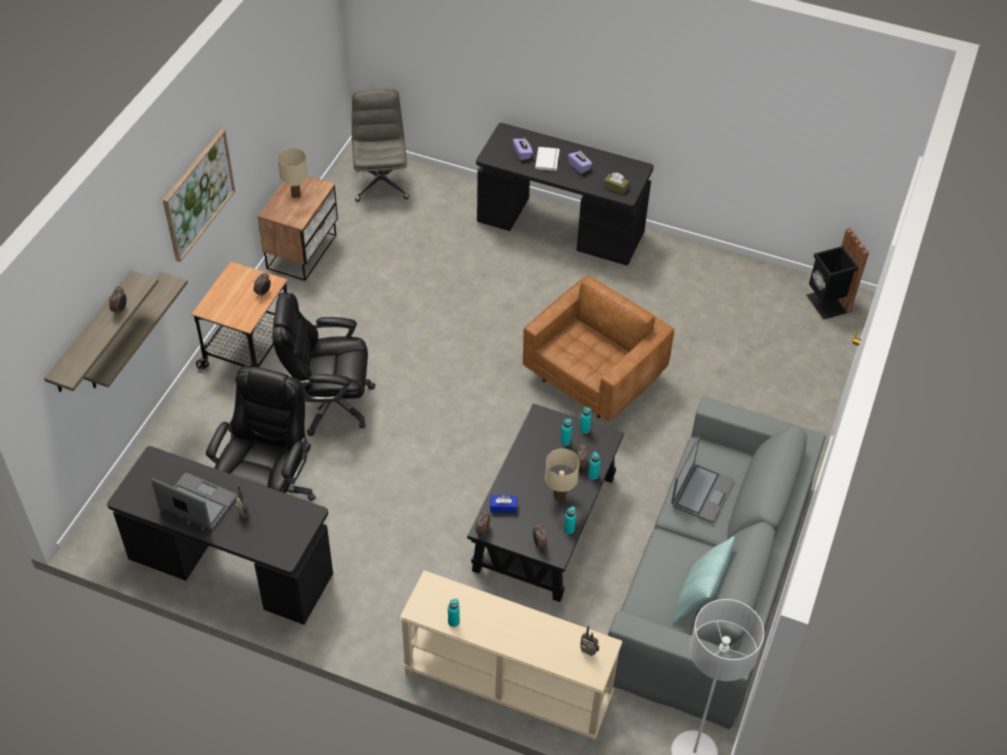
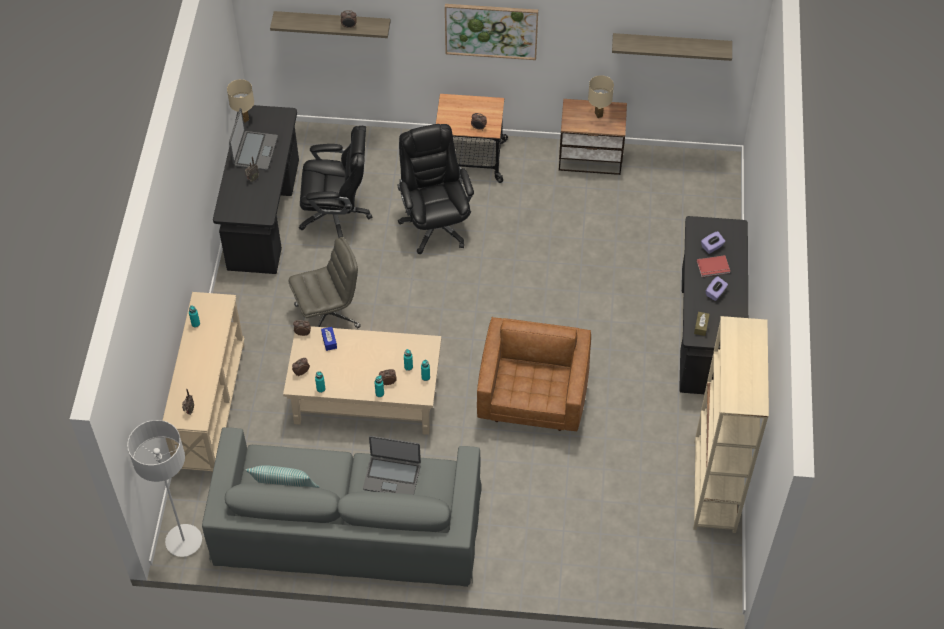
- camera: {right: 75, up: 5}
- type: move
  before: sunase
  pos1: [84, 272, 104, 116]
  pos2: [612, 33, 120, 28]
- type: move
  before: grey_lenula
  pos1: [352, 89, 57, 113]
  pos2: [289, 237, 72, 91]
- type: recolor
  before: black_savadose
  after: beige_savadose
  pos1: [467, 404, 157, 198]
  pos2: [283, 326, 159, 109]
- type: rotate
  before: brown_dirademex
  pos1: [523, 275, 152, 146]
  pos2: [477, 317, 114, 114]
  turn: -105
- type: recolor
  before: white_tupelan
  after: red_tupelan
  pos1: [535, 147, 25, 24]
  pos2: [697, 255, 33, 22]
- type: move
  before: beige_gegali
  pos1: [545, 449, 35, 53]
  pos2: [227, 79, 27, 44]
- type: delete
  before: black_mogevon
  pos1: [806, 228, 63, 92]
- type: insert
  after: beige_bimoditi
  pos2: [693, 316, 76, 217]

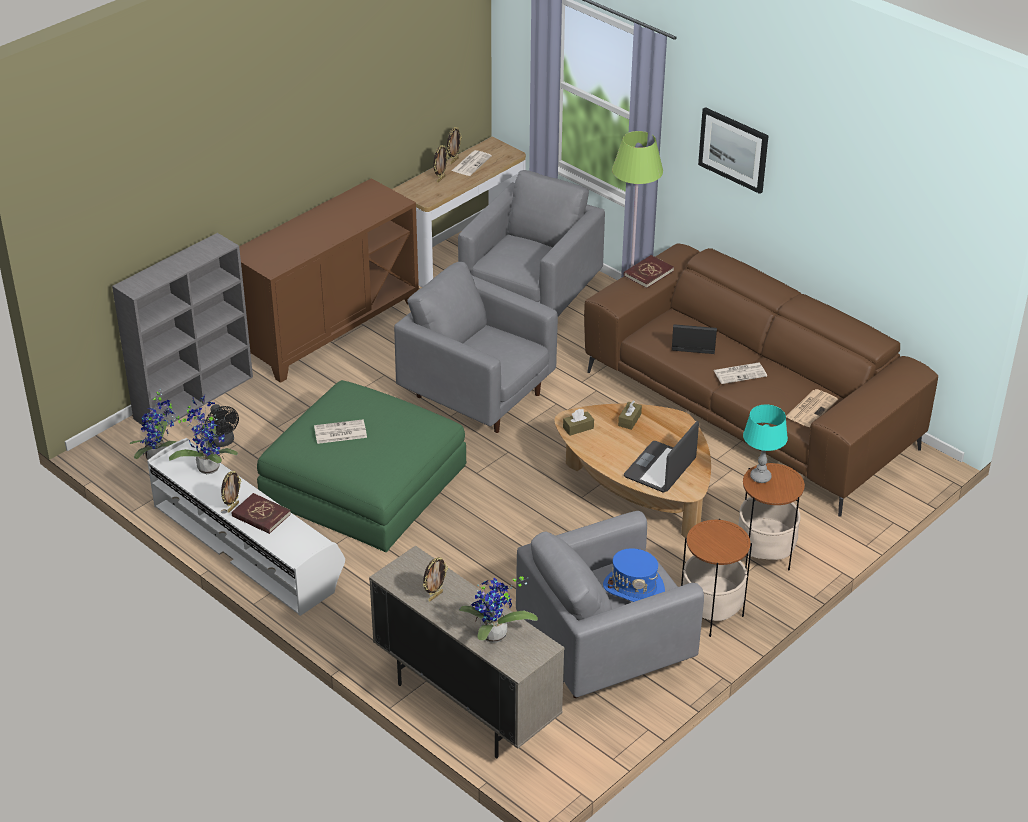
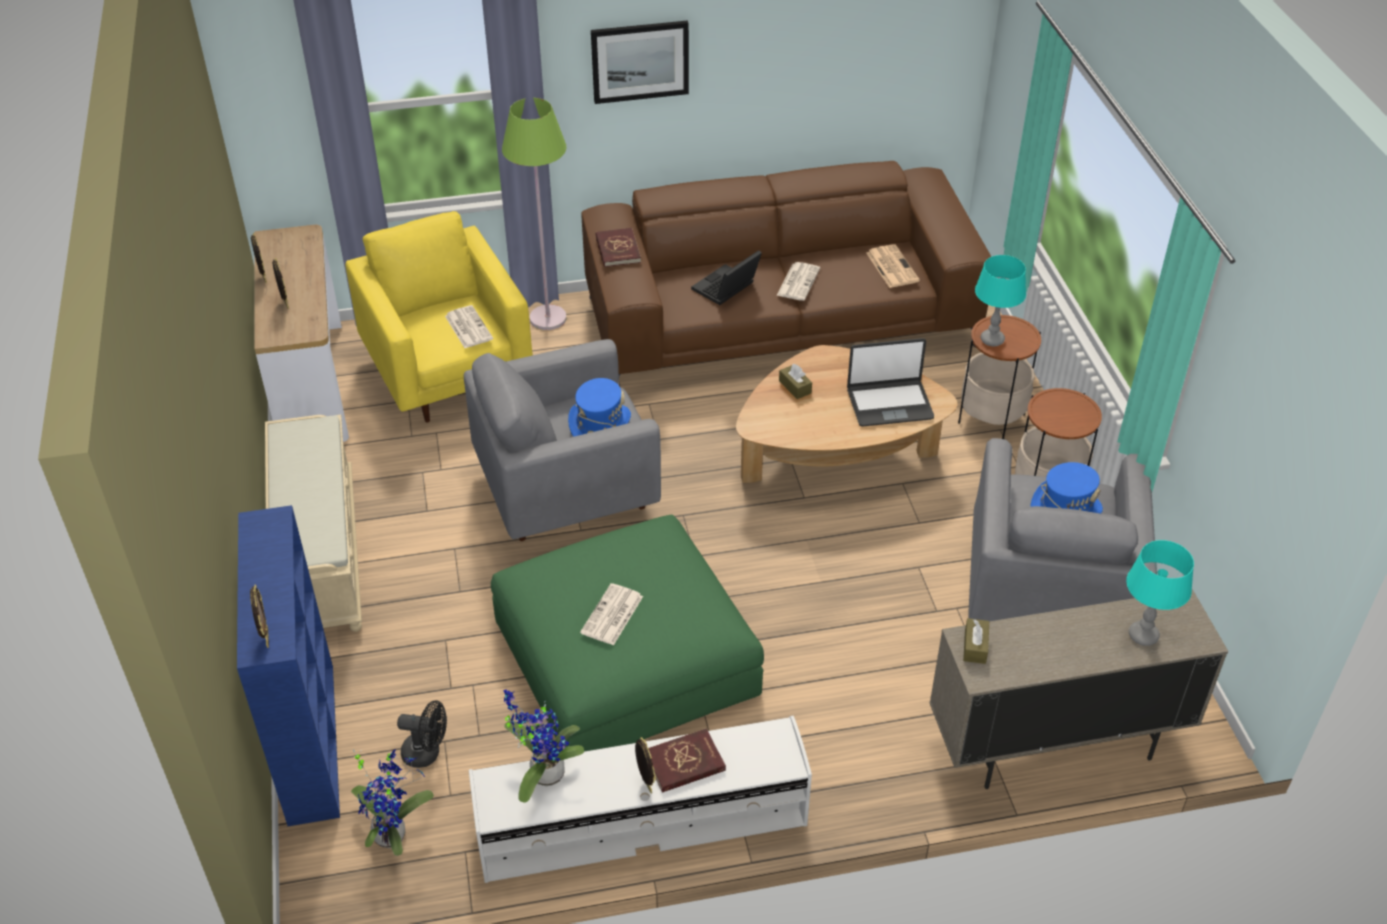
- camera: {right: -55, up: 5}
- type: recolor
  before: grey_bimoditi
  after: blue_bimoditi
  pos1: [112, 233, 141, 196]
  pos2: [237, 505, 103, 321]
- type: replace
  before: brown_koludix
  after: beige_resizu
  pos1: [239, 178, 180, 205]
  pos2: [265, 415, 97, 217]
- type: move
  before: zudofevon
  pos1: [423, 557, 25, 45]
  pos2: [250, 585, 19, 63]
- type: move
  before: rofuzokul
  pos1: [452, 150, 40, 26]
  pos2: [445, 305, 48, 43]
- type: recolor
  before: grey_dirademex
  after: yellow_dirademex
  pos1: [458, 170, 147, 146]
  pos2: [345, 211, 188, 211]
- type: replace
  before: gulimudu
  after: turquoise_gegali
  pos1: [459, 576, 79, 67]
  pos2: [1126, 540, 68, 106]
- type: move
  before: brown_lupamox
  pos1: [563, 409, 31, 27]
  pos2: [963, 618, 26, 46]
- type: rotate
  before: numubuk
  pos1: [624, 421, 75, 71]
  pos2: [847, 338, 87, 89]
  turn: -75
- type: insert
  after: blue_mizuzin
  pos2: [568, 378, 63, 59]

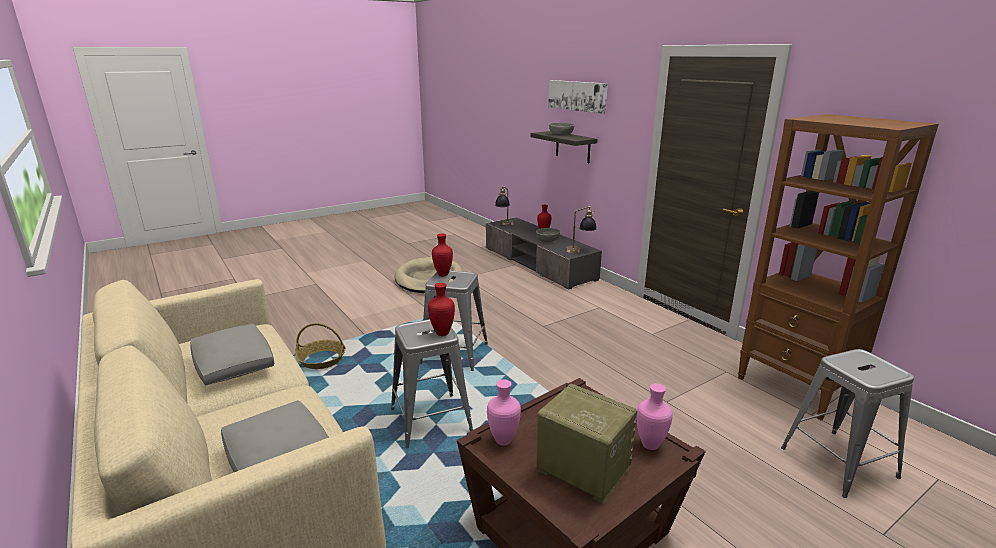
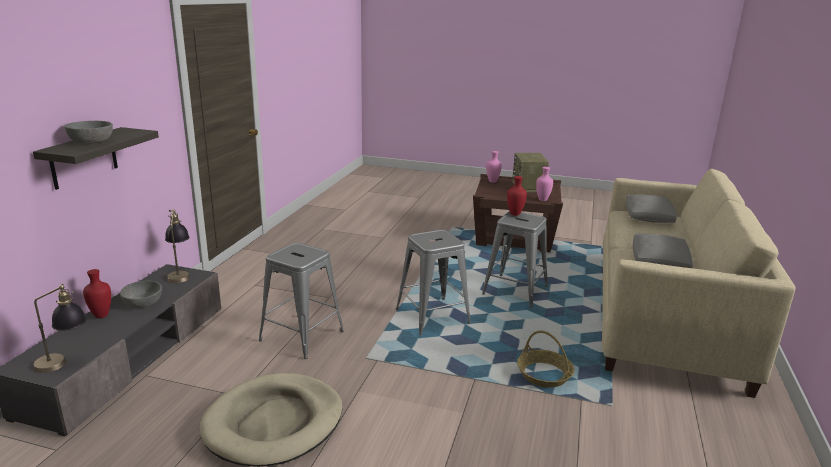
- camera: {right: -130, up: 0}
- type: delete
  before: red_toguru
  pos1: [432, 234, 21, 42]
- type: delete
  before: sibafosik
  pos1: [548, 80, 60, 34]
- type: delete
  before: brown_bimoditi
  pos1: [738, 114, 201, 306]
- type: move
  before: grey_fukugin
  pos1: [781, 349, 133, 149]
  pos2: [259, 242, 85, 117]

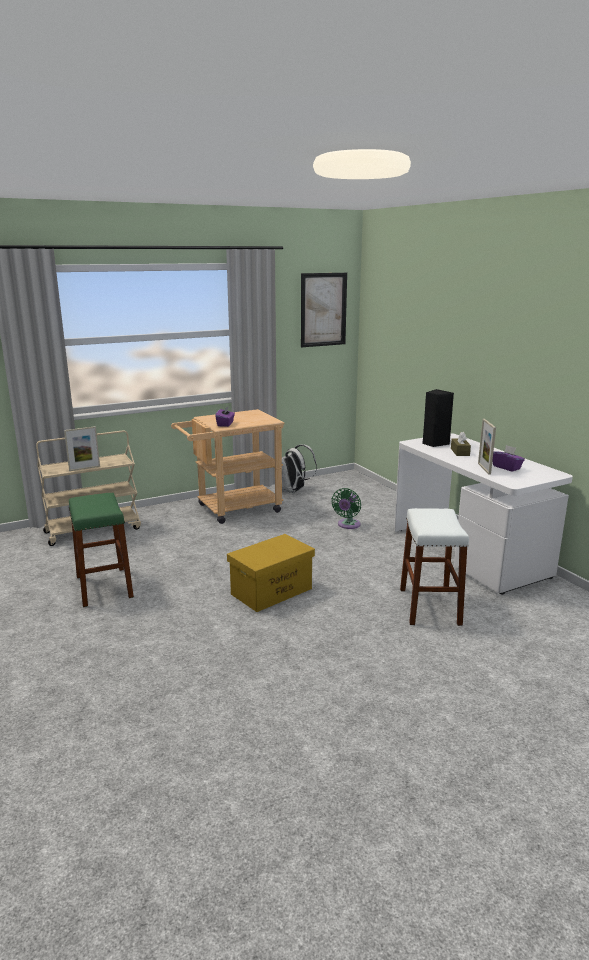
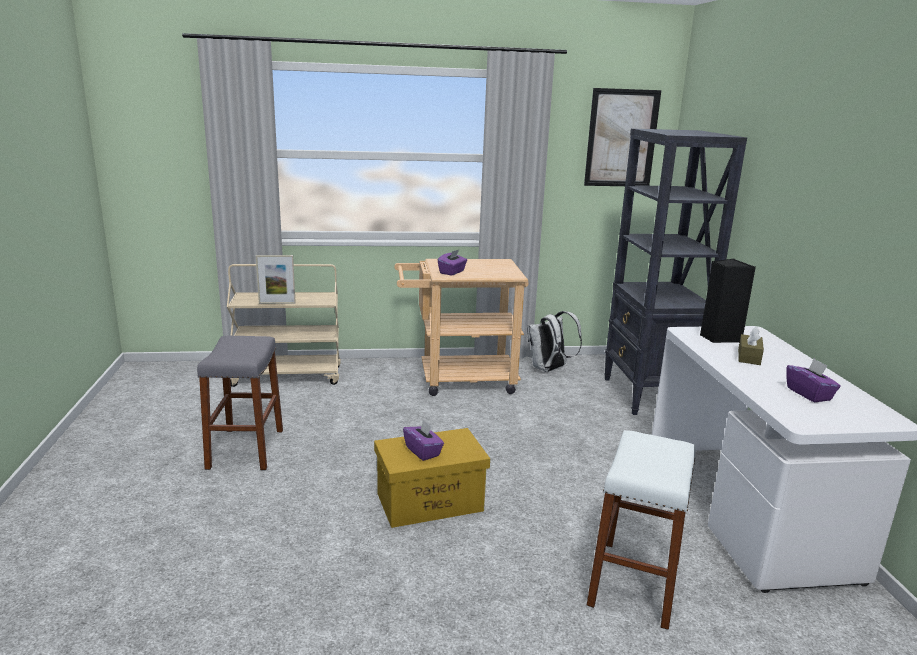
- camera: {right: 20, up: 0}
- type: recolor
  before: green_fukugin
  after: grey_fukugin
  pos1: [69, 493, 65, 114]
  pos2: [197, 336, 86, 134]
- type: delete
  before: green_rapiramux
  pos1: [331, 488, 30, 41]
- type: delete
  before: zudofevon
  pos1: [478, 419, 18, 56]
- type: insert
  after: purple_lupamox
  pos2: [403, 420, 41, 41]
- type: insert
  after: black_bimoditi
  pos2: [604, 128, 143, 287]

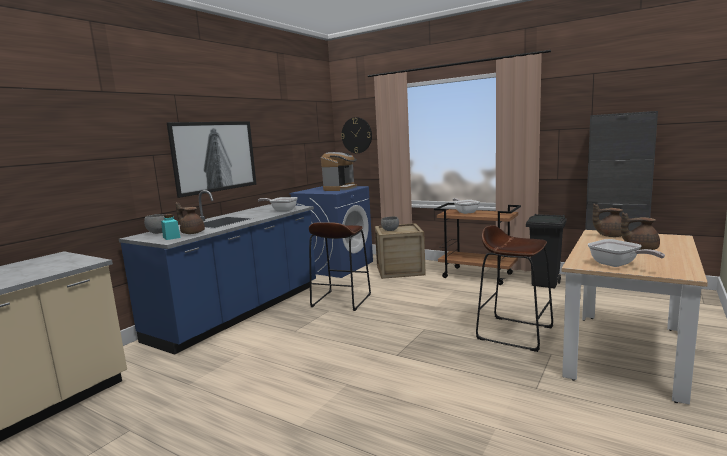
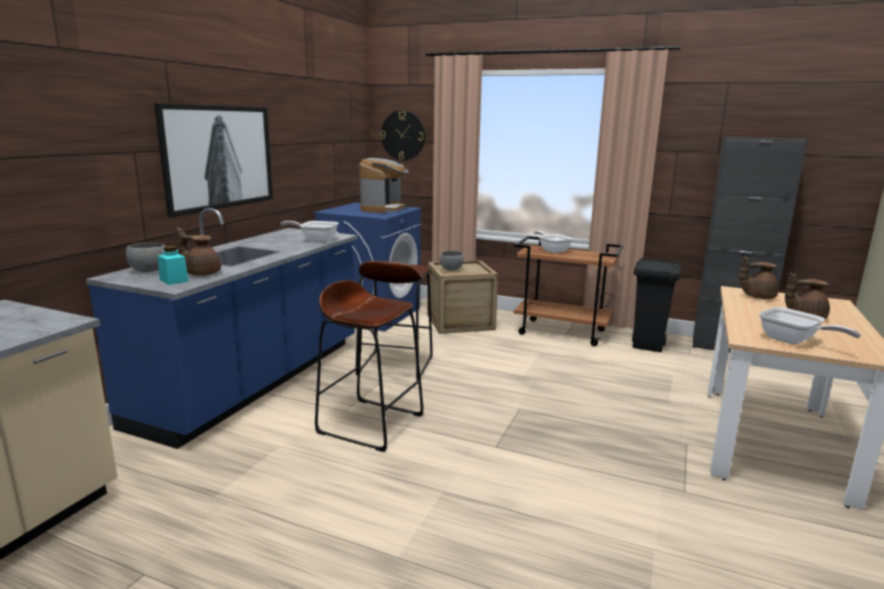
- camera: {right: -10, up: 5}
- type: move
  before: brown_fukugin
  pos1: [476, 226, 77, 126]
  pos2: [315, 280, 108, 172]

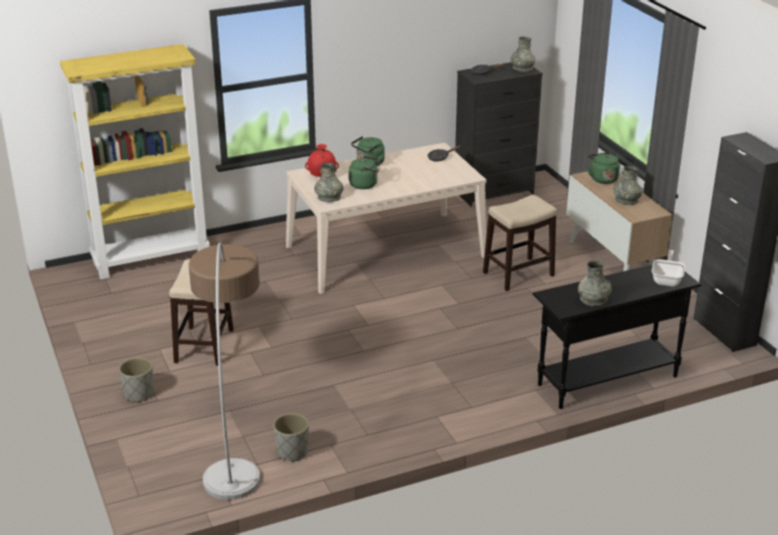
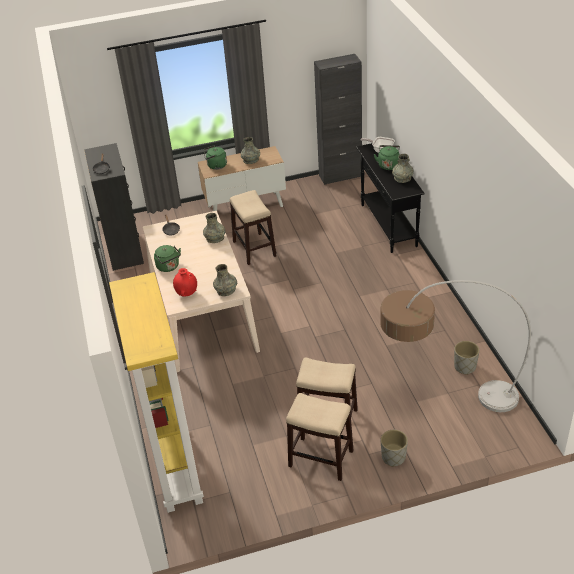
- camera: {right: -80, up: 10}
- type: move
  before: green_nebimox
  pos1: [349, 156, 31, 33]
  pos2: [373, 145, 27, 25]
- type: move
  before: grey_toguru
  pos1: [510, 36, 25, 36]
  pos2: [203, 213, 23, 30]
- type: insert
  after: fukugin
  pos2: [286, 393, 68, 88]

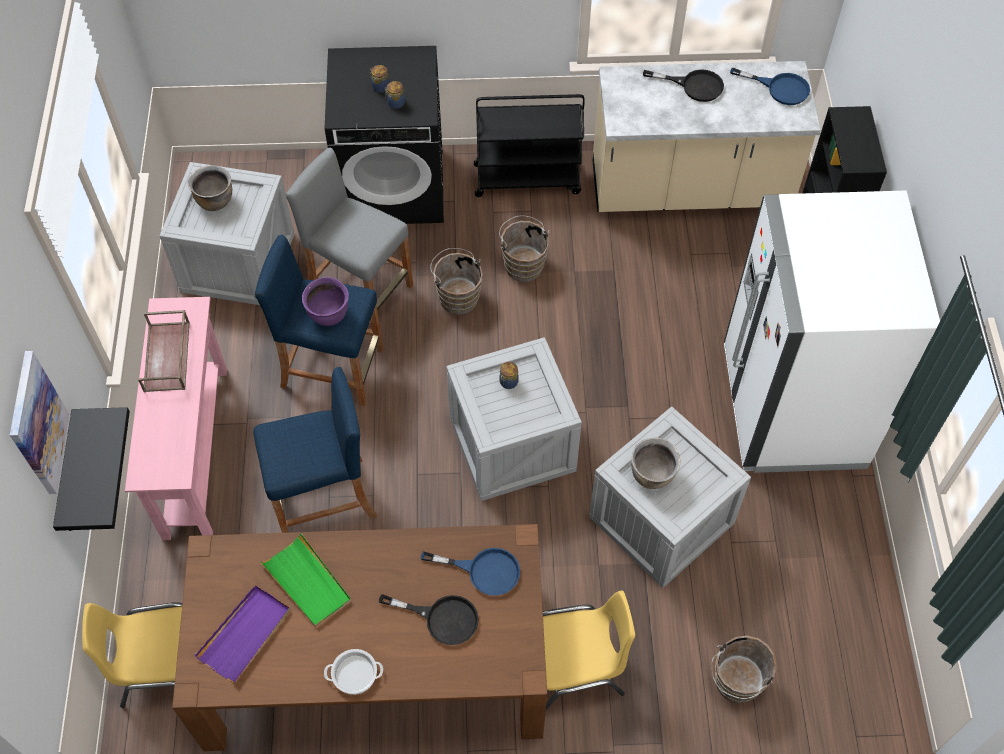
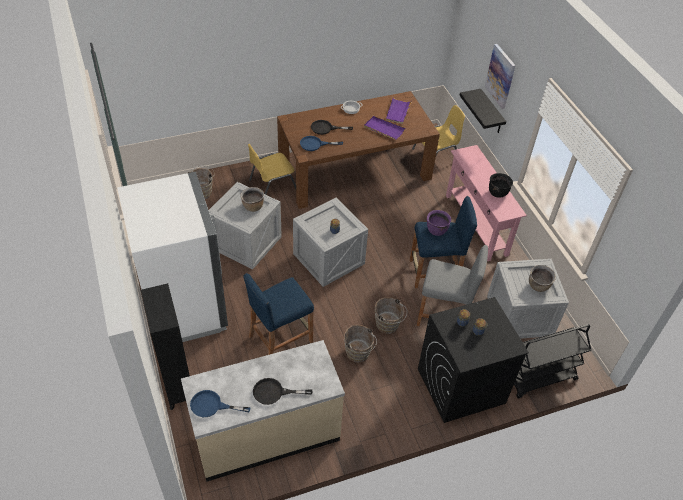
- camera: {right: 160, up: -10}
- type: replace
  before: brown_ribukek
  after: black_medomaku
  pos1: [138, 310, 52, 82]
  pos2: [489, 173, 24, 25]
- type: move
  before: blue_fukugin
  pos1: [253, 367, 124, 166]
  pos2: [244, 273, 70, 82]
- type: recolor
  before: green_ribukek
  after: purple_ribukek
  pos1: [260, 533, 91, 94]
  pos2: [364, 116, 41, 24]
- type: move
  before: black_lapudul
  pos1: [474, 94, 111, 103]
  pos2: [514, 324, 77, 75]

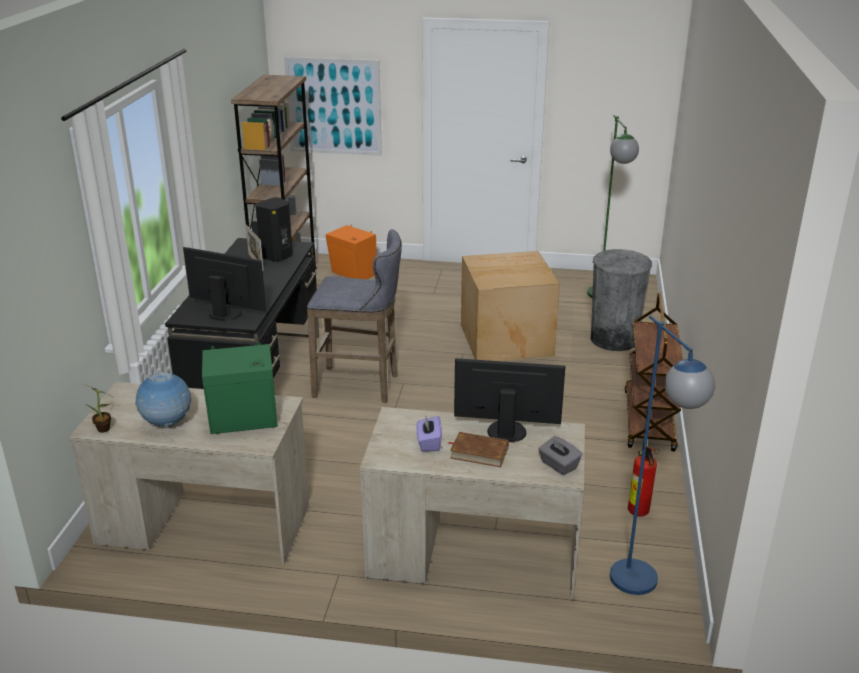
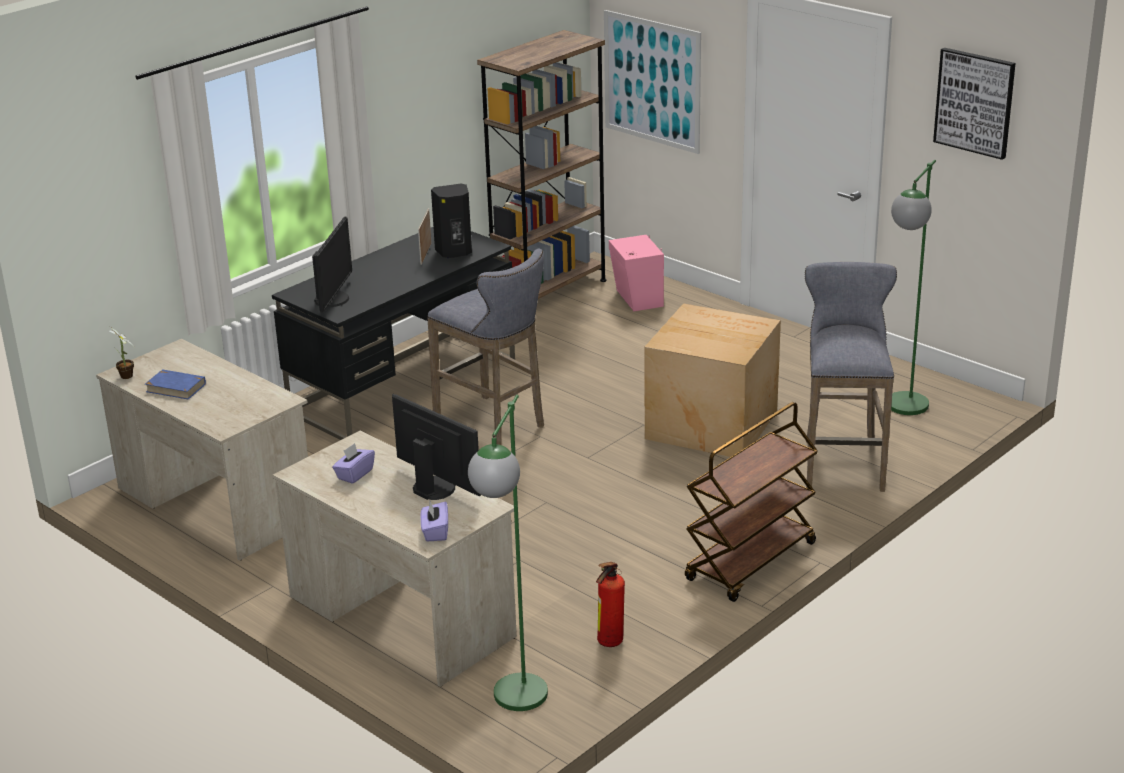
- camera: {right: 35, up: 0}
- type: replace
  before: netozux
  after: blue_tupelan
  pos1: [135, 371, 56, 57]
  pos2: [145, 369, 61, 30]
- type: rotate
  before: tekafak
  pos1: [183, 247, 83, 74]
  pos2: [312, 216, 40, 97]
  turn: 45
- type: delete
  before: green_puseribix
  pos1: [202, 342, 76, 92]
- type: recolor
  before: orange_puseribix
  after: pink_puseribix
  pos1: [326, 225, 51, 54]
  pos2: [609, 235, 55, 76]
- type: delete
  before: brown_tupelan
  pos1: [449, 432, 60, 35]
- type: recolor
  before: grey_lupamox
  after: purple_lupamox
  pos1: [538, 436, 44, 39]
  pos2: [420, 501, 28, 41]
- type: replace
  before: grey_mogevon
  after: grey_fukugin
  pos1: [591, 249, 61, 102]
  pos2: [805, 262, 92, 230]
- type: recolor
  before: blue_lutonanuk
  after: green_lutonanuk
  pos1: [610, 316, 105, 279]
  pos2: [468, 395, 80, 316]
- type: insert
  after: sibafosik
  pos2: [933, 48, 83, 112]

